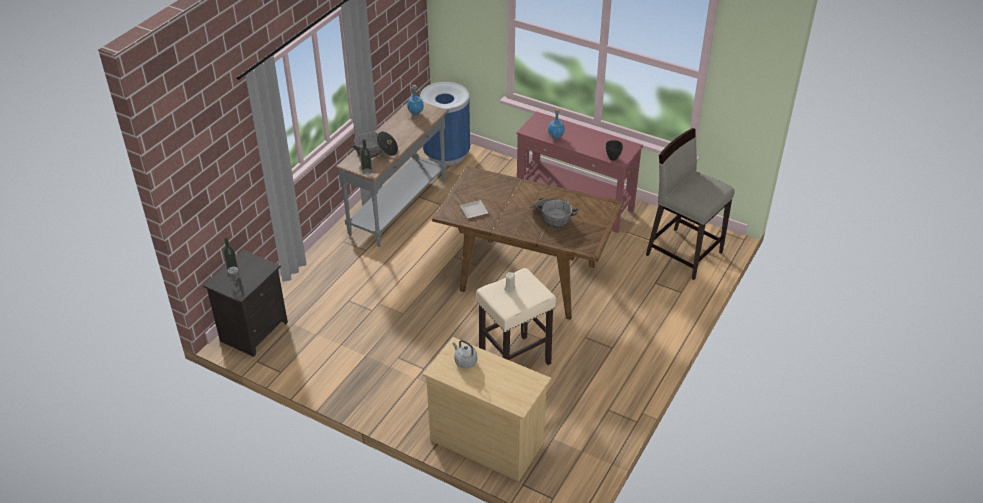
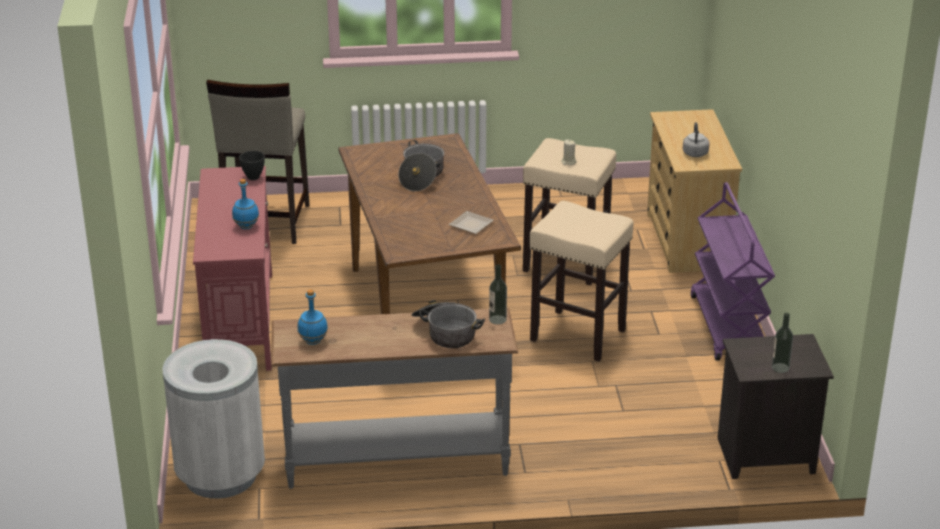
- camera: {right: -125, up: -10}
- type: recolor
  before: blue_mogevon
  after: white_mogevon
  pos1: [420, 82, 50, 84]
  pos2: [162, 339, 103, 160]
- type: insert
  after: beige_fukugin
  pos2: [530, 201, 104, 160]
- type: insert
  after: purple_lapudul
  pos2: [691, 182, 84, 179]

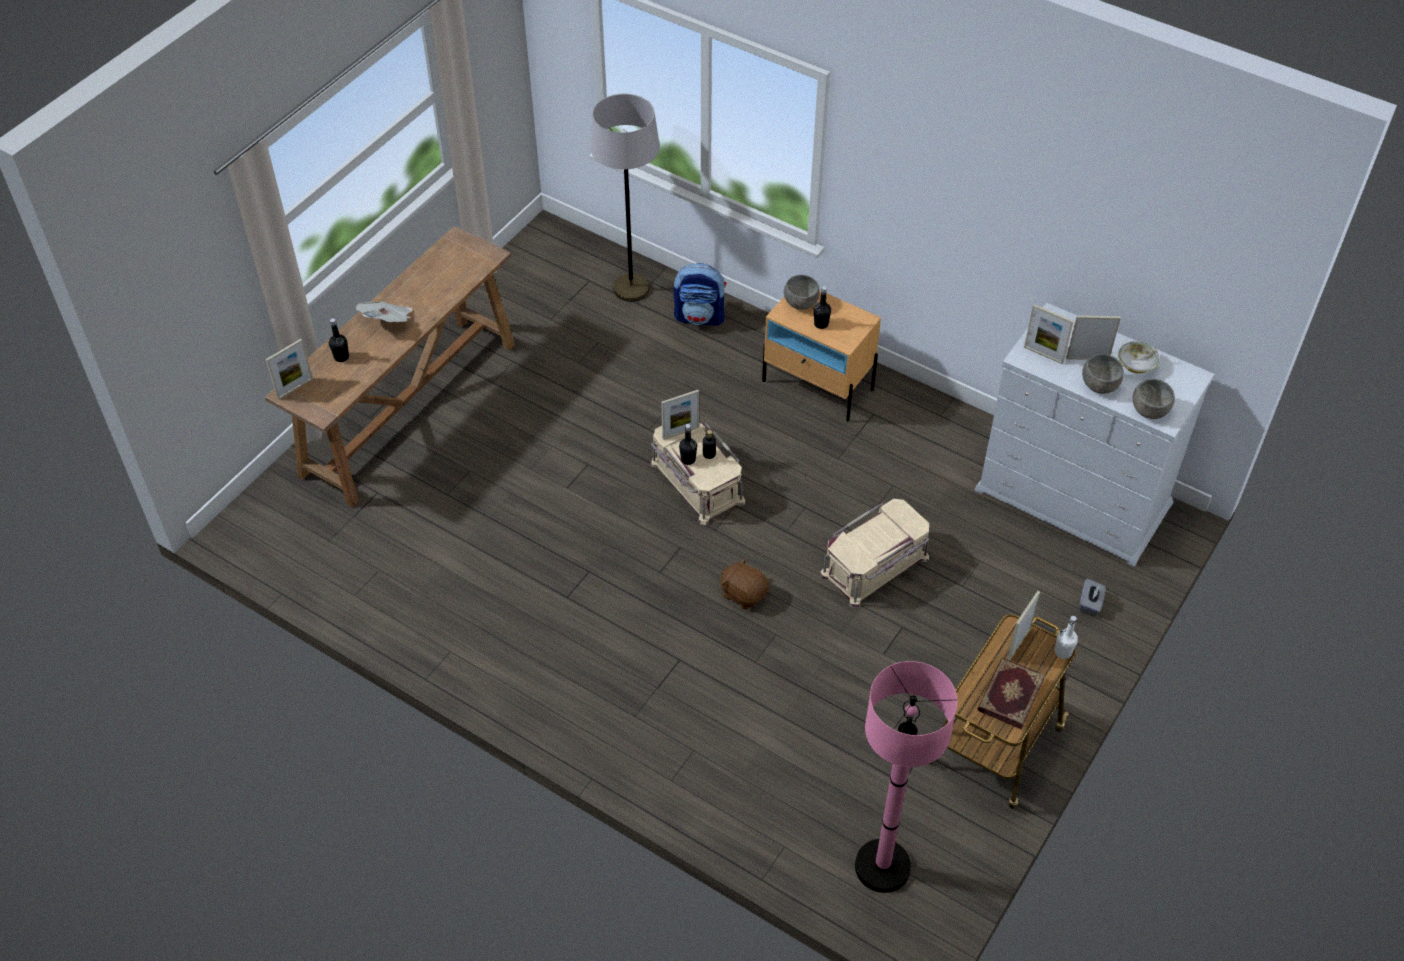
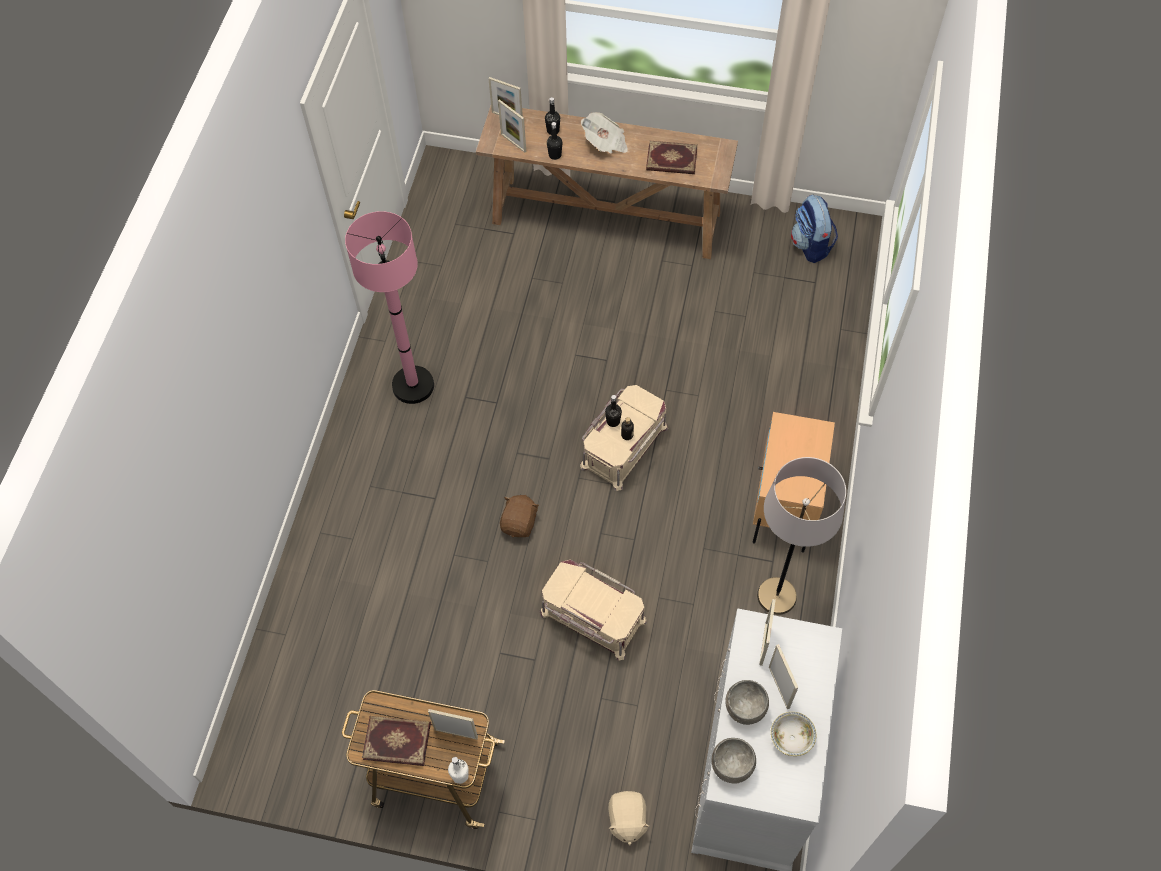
- camera: {right: 70, up: 10}
- type: move
  before: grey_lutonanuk
  pos1: [590, 94, 70, 208]
  pos2: [757, 457, 89, 158]
- type: move
  before: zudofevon
  pos1: [661, 390, 38, 50]
  pos2: [498, 99, 28, 53]
- type: move
  before: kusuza
  pos1: [674, 263, 53, 63]
  pos2: [791, 195, 47, 68]
- type: delete
  before: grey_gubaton
  pos1: [784, 275, 36, 35]
- type: move
  before: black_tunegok
  pos1: [814, 286, 17, 43]
  pos2: [547, 122, 15, 38]
- type: move
  before: pink_lutonanuk
  pos1: [855, 661, 102, 232]
  pos2: [345, 211, 89, 193]
- type: replace
  before: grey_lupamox
  after: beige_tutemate
  pos1: [1079, 578, 26, 38]
  pos2: [608, 791, 42, 54]
- type: insert
  after: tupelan
  pos2: [646, 141, 52, 33]

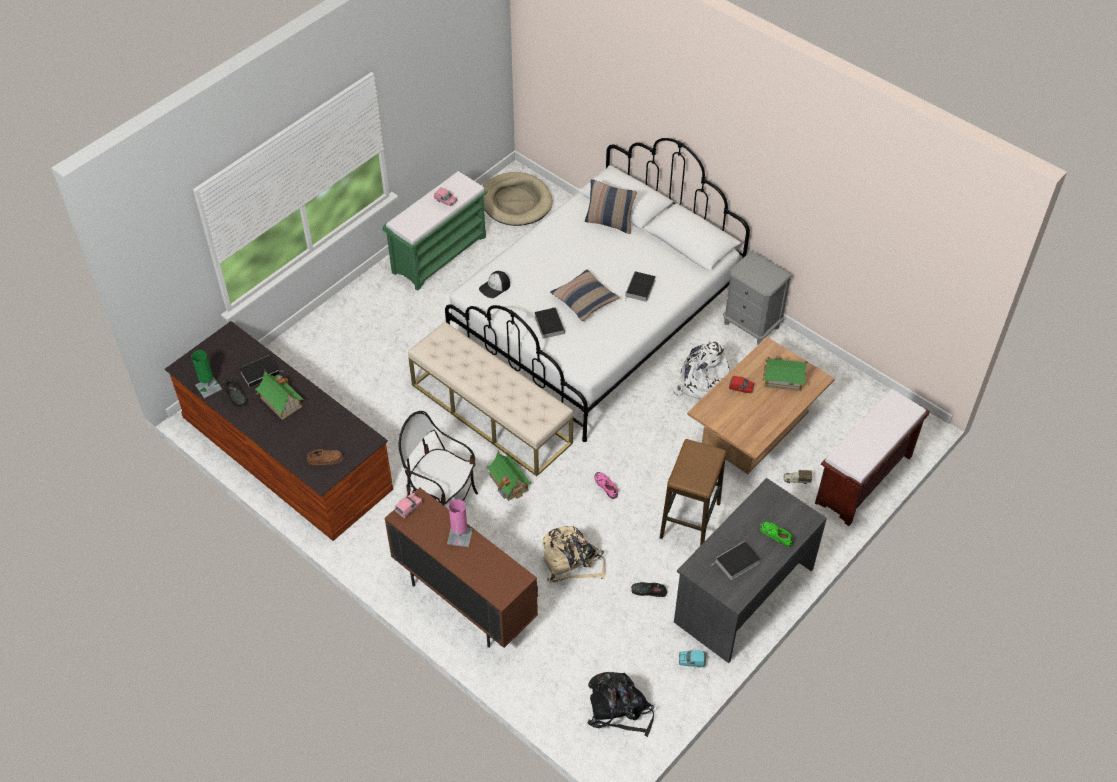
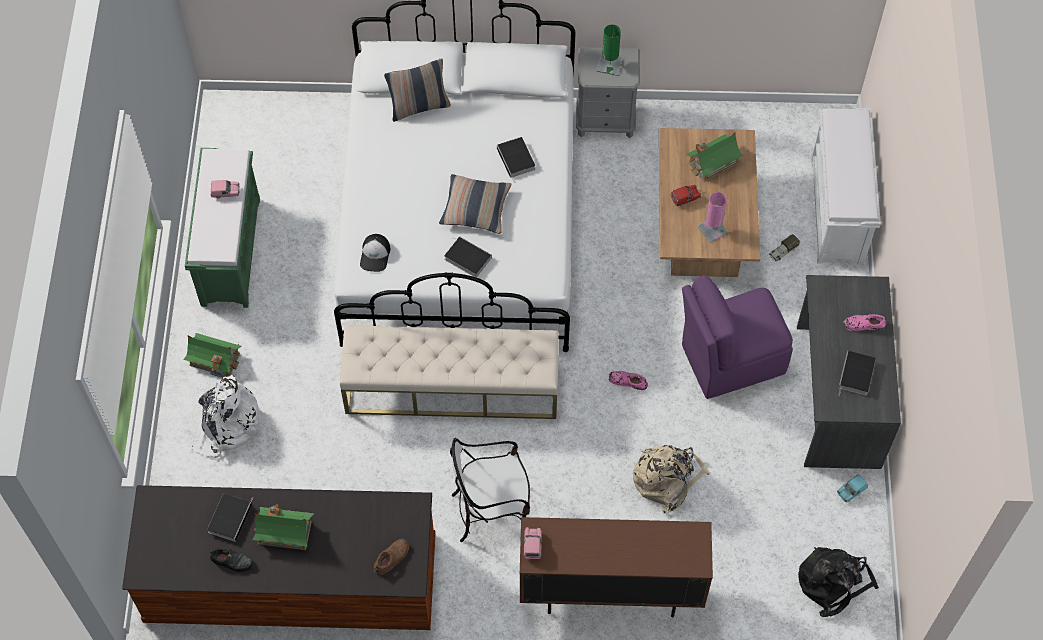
- camera: {right: -40, up: 10}
- type: move
  before: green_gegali
  pos1: [191, 350, 31, 48]
  pos2: [597, 24, 26, 52]
- type: move
  before: pink_gegali
  pos1: [447, 499, 26, 48]
  pos2: [697, 192, 32, 51]
- type: delete
  before: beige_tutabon
  pos1: [483, 172, 70, 54]
- type: move
  before: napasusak
  pos1: [486, 450, 46, 51]
  pos2: [184, 333, 58, 45]
- type: delete
  before: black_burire
  pos1: [631, 582, 36, 15]
- type: replace
  before: fukugin
  after: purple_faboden
  pos1: [660, 439, 66, 107]
  pos2: [682, 275, 111, 124]
- type: move
  before: white_kusuza
  pos1: [665, 340, 64, 59]
  pos2: [191, 375, 69, 83]
- type: recolor
  before: green_burire
  after: pink_burire
  pos1: [760, 521, 34, 26]
  pos2: [844, 314, 43, 17]
- type: recolor
  before: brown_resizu
  after: white_resizu
  pos1: [815, 389, 115, 137]
  pos2: [811, 108, 70, 157]

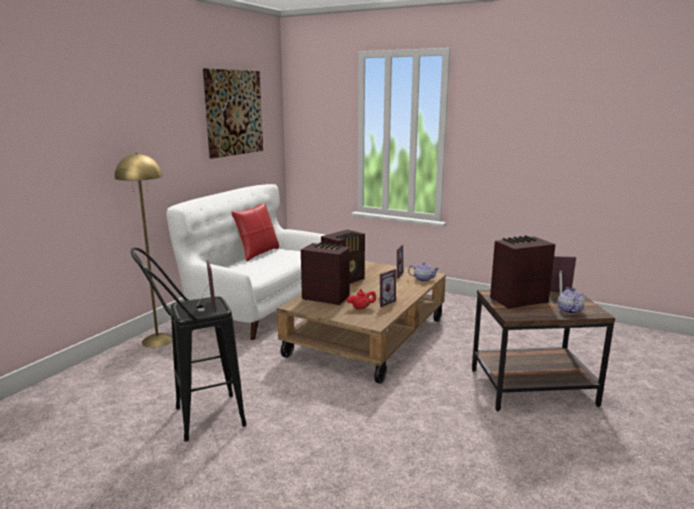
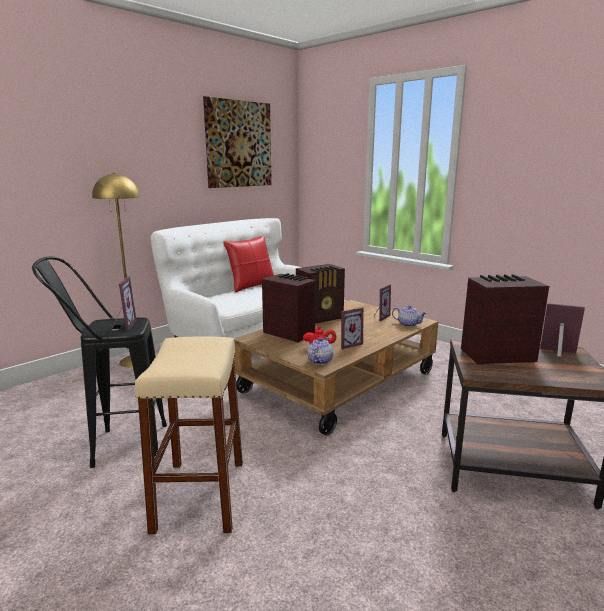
- camera: {right: 15, up: 0}
- type: move
  before: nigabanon
  pos1: [557, 287, 28, 27]
  pos2: [308, 337, 25, 28]
- type: insert
  after: beige_fukugin
  pos2: [135, 337, 108, 198]

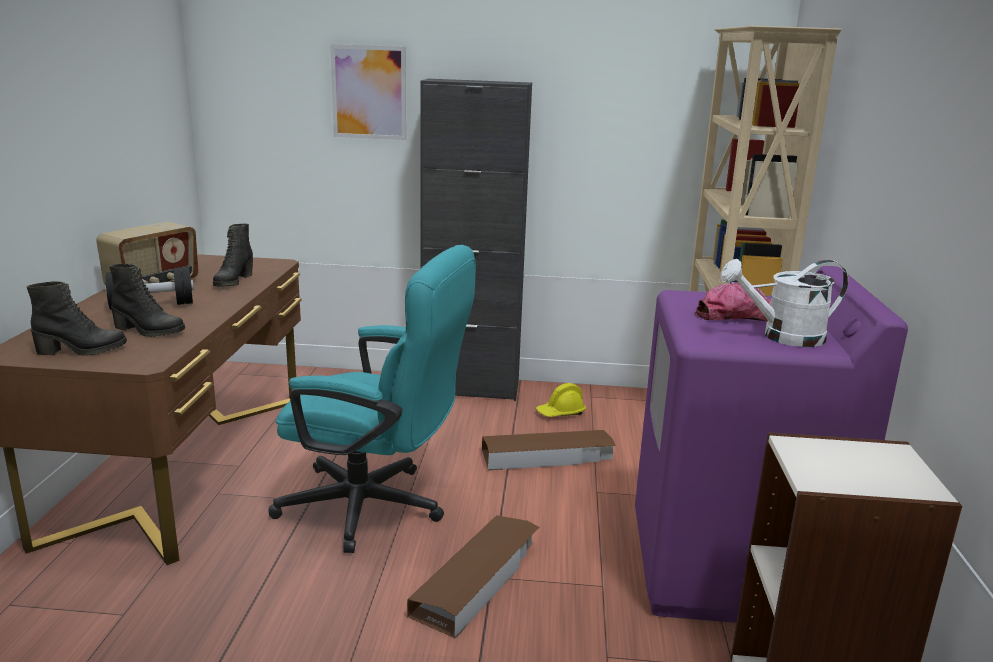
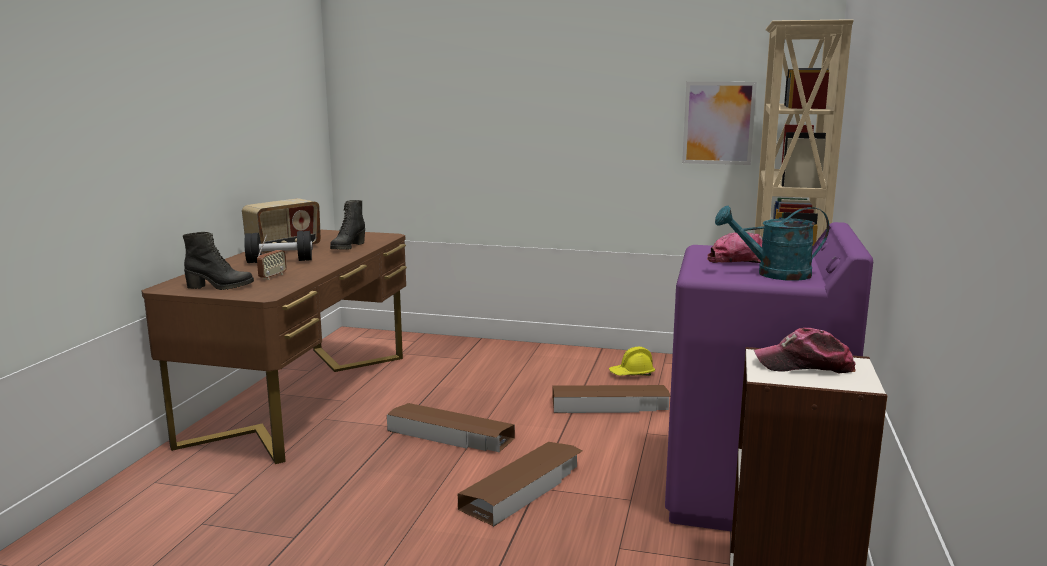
- camera: {right: 10, up: -5}
- type: replace
  before: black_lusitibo
  after: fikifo
  pos1: [109, 264, 76, 73]
  pos2: [257, 234, 30, 46]
- type: replace
  before: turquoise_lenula
  after: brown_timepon
  pos1: [268, 245, 208, 308]
  pos2: [387, 403, 128, 49]
- type: move
  before: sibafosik
  pos1: [330, 44, 76, 96]
  pos2: [682, 82, 75, 83]
- type: delete
  before: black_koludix
  pos1: [420, 79, 112, 322]
- type: recolor
  before: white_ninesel
  after: turquoise_ninesel
  pos1: [721, 259, 127, 88]
  pos2: [715, 206, 114, 75]
- type: insert
  after: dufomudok
  pos2: [754, 328, 102, 45]

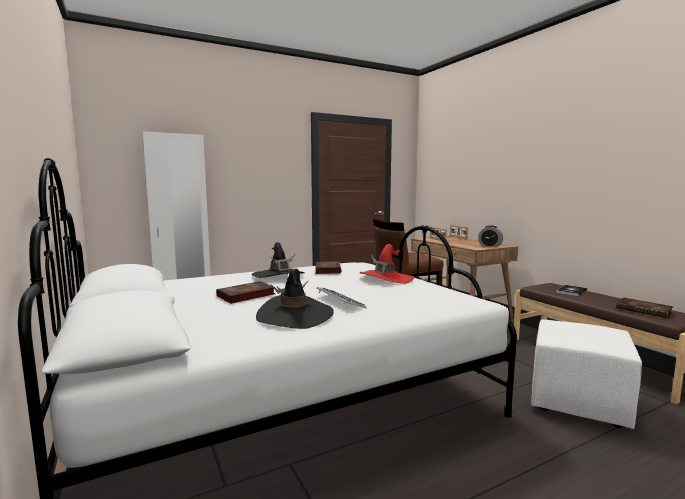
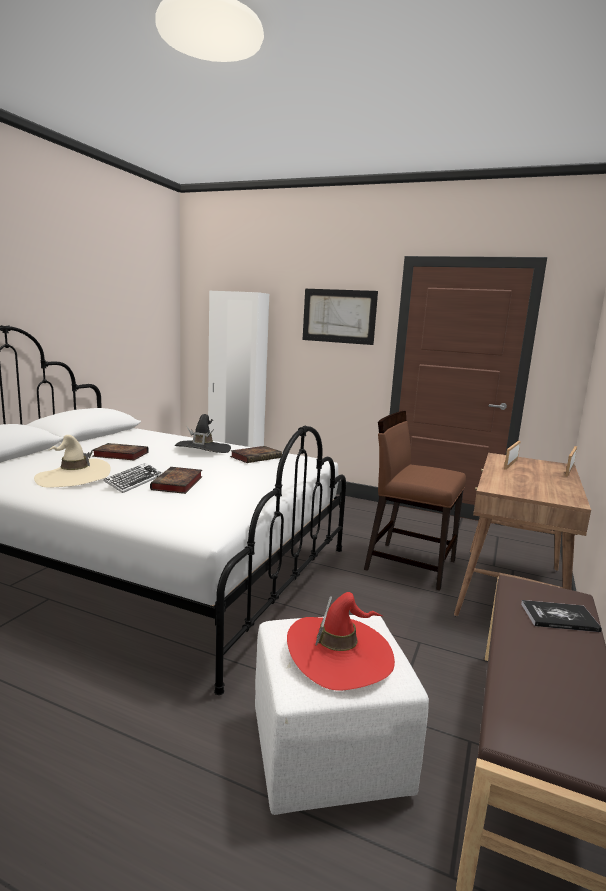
- camera: {right: 50, up: 5}
- type: recolor
  before: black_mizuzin
  after: beige_mizuzin
  pos1: [256, 269, 78, 60]
  pos2: [34, 435, 77, 53]
- type: move
  before: red_mizuzin
  pos1: [359, 244, 55, 40]
  pos2: [287, 592, 108, 99]
- type: delete
  before: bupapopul
  pos1: [478, 225, 25, 22]
- type: move
  before: tupelan
  pos1: [616, 297, 57, 21]
  pos2: [150, 467, 52, 27]
- type: insert
  after: sibafosik
  pos2: [303, 289, 75, 56]

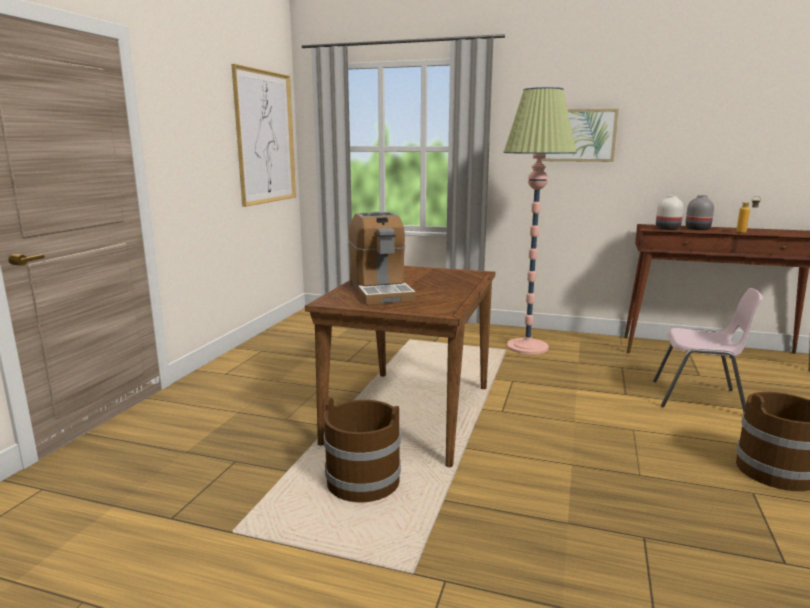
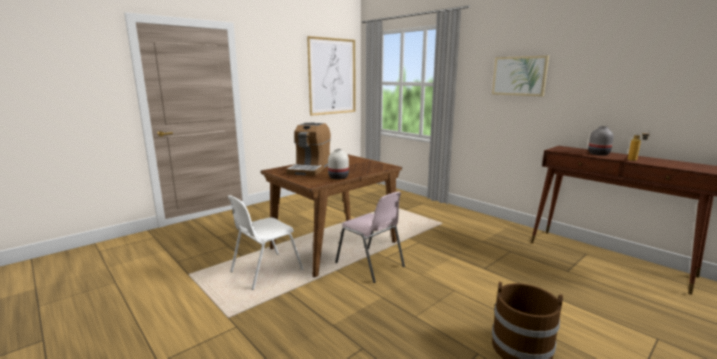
- camera: {right: 30, up: 0}
- type: replace
  before: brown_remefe
  after: white_faboden
  pos1: [324, 397, 77, 105]
  pos2: [227, 195, 77, 95]
- type: delete
  before: lutonanuk
  pos1: [504, 87, 72, 267]
- type: move
  before: pink_faboden
  pos1: [653, 288, 110, 125]
  pos2: [335, 192, 70, 91]
- type: move
  before: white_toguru
  pos1: [656, 195, 28, 35]
  pos2: [328, 149, 21, 30]

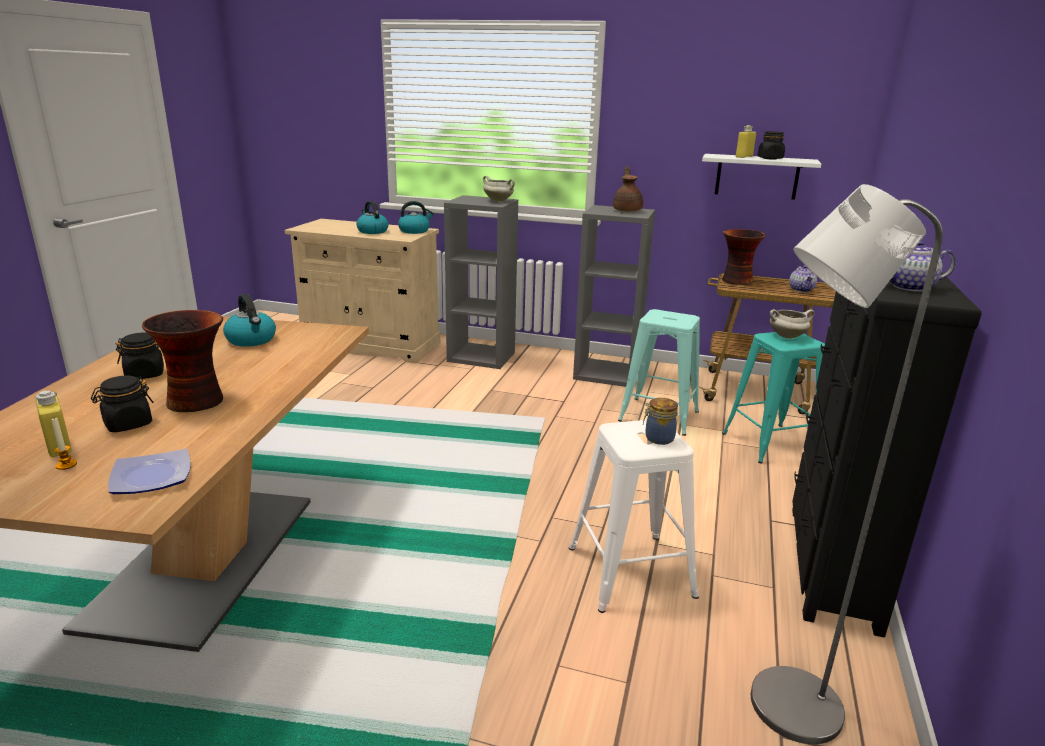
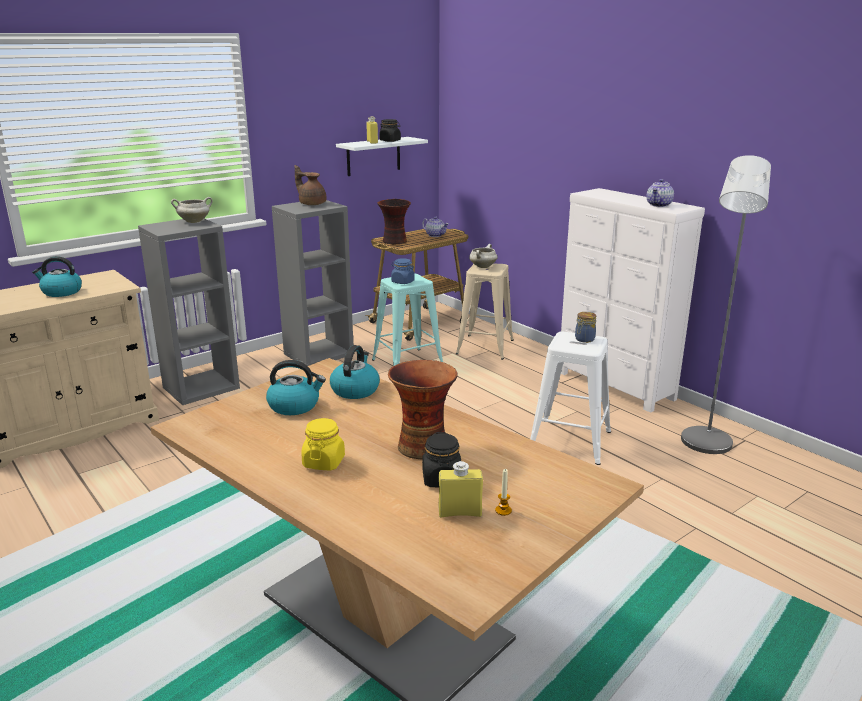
- camera: {right: -55, up: 0}
- type: delete
  before: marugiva
  pos1: [108, 449, 83, 45]
- type: recolor
  before: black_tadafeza
  after: yellow_tadafeza
  pos1: [116, 332, 48, 47]
  pos2: [301, 418, 44, 52]
- type: move
  before: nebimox
  pos1: [398, 201, 36, 33]
  pos2: [330, 345, 50, 54]
- type: recolor
  before: turquoise_fukugin
  after: beige_fukugin
  pos1: [722, 332, 103, 132]
  pos2: [456, 263, 58, 97]
- type: recolor
  before: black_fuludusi
  after: white_fuludusi
  pos1: [792, 273, 190, 365]
  pos2: [561, 188, 144, 224]
- type: insert
  after: blue_tadafeza
  pos2: [391, 258, 24, 26]

